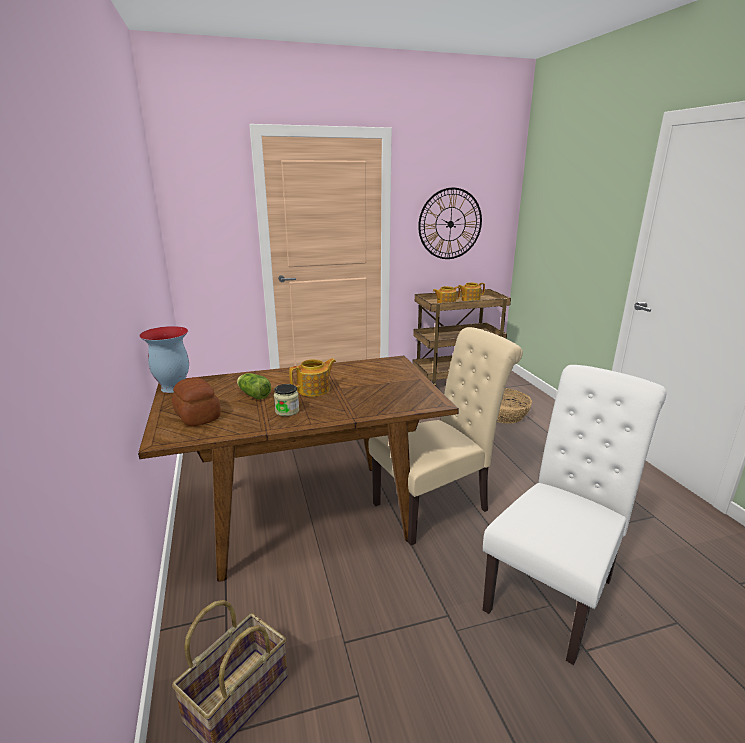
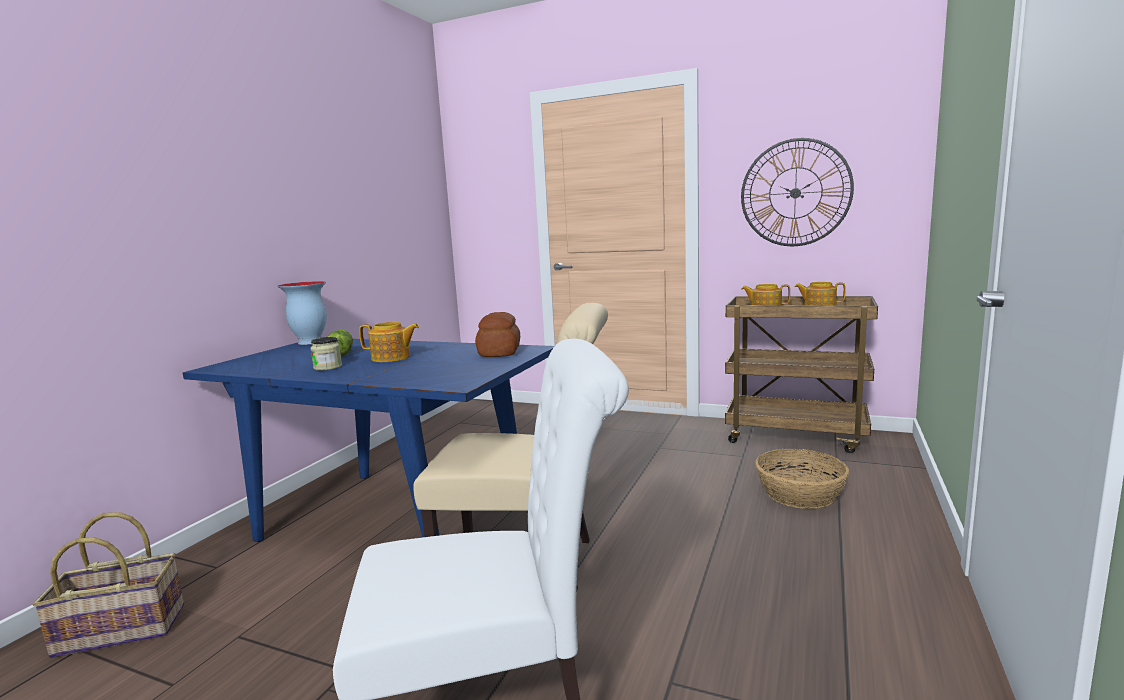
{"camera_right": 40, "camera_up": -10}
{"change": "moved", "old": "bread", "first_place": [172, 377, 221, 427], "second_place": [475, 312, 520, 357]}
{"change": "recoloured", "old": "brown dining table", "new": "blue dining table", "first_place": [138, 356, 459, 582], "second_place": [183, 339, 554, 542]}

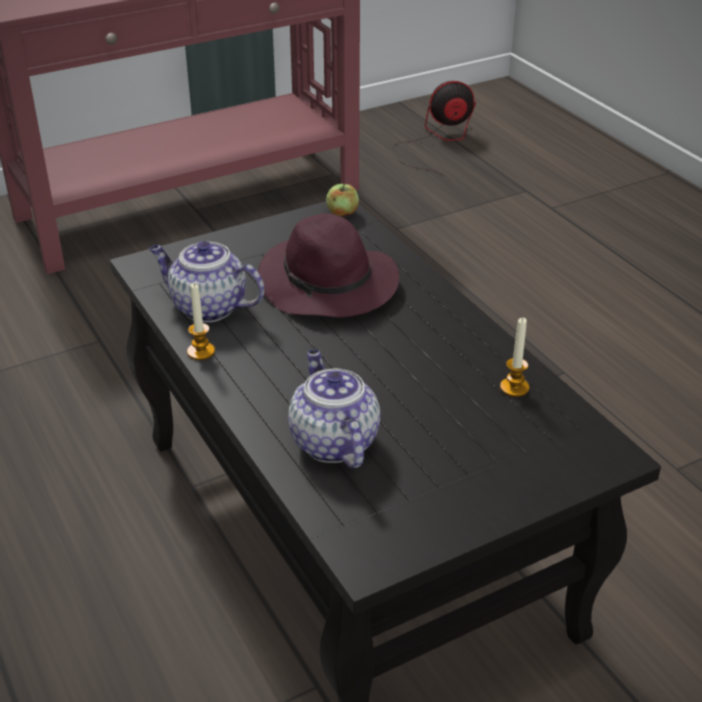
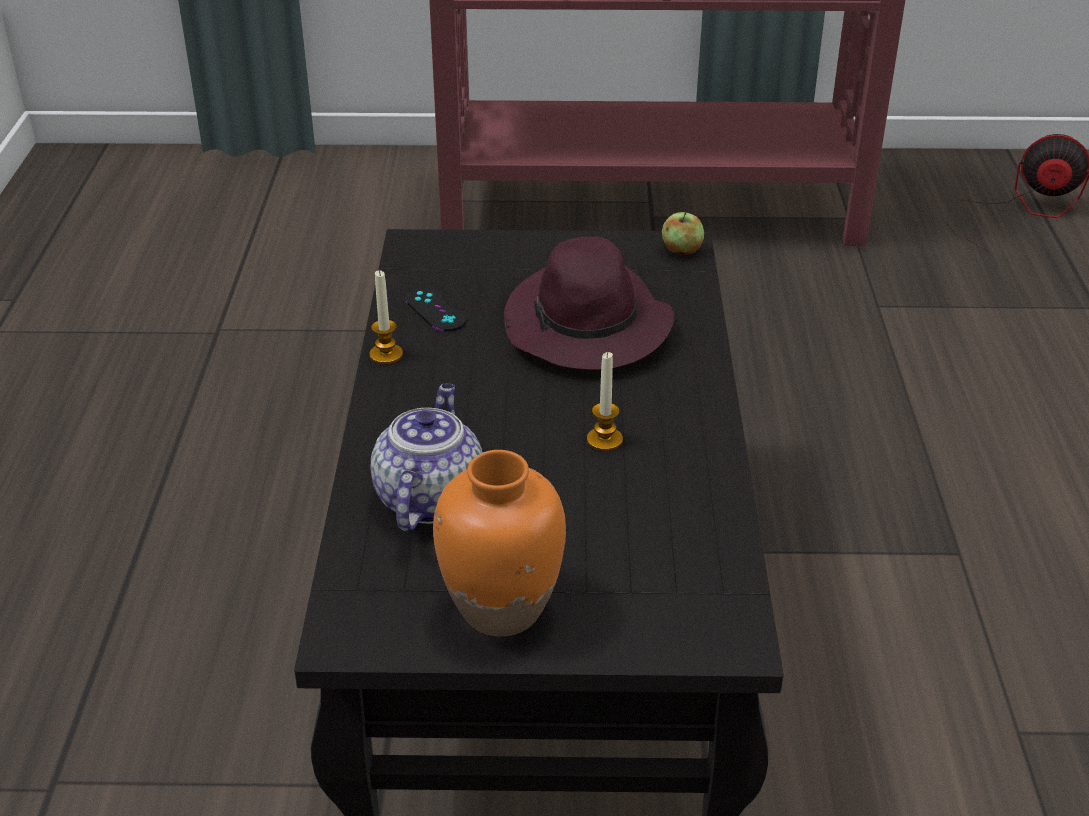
{"camera_right": 30, "camera_up": 0}
{"change": "added", "new": "orange vase", "second_place": [433, 450, 566, 636]}
{"change": "moved", "old": "candle", "first_place": [500, 318, 529, 397], "second_place": [587, 352, 623, 451]}
{"change": "replaced", "old": "teapot", "new": "black game controller", "first_place": [149, 241, 264, 322], "second_place": [406, 287, 467, 332]}

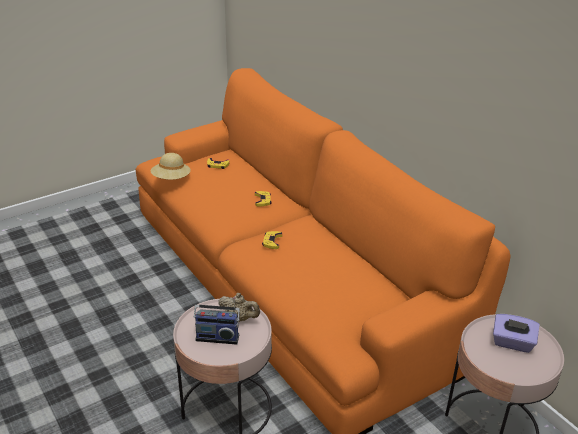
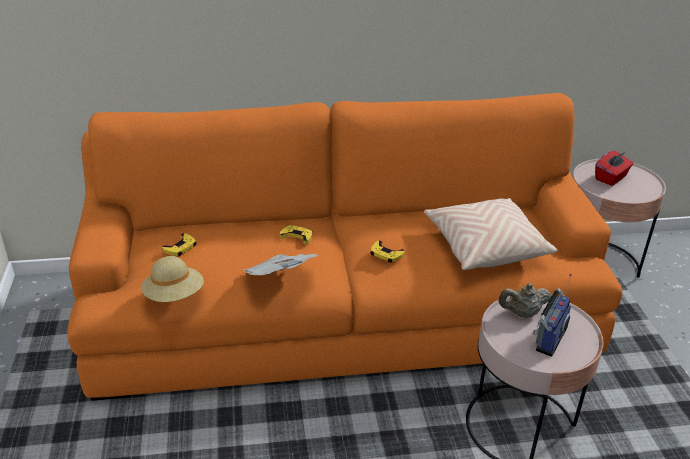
{"camera_right": -65, "camera_up": 0}
{"change": "added", "new": "newspaper", "second_place": [244, 254, 318, 275]}
{"change": "added", "new": "beige pillow", "second_place": [424, 198, 557, 270]}
{"change": "recoloured", "old": "purple tissue box", "new": "red tissue box", "first_place": [493, 314, 540, 353], "second_place": [595, 151, 633, 186]}
{"change": "turned", "old": "beige teapot", "first_place": [218, 293, 260, 322], "second_place": [499, 283, 552, 318], "degrees": -150}

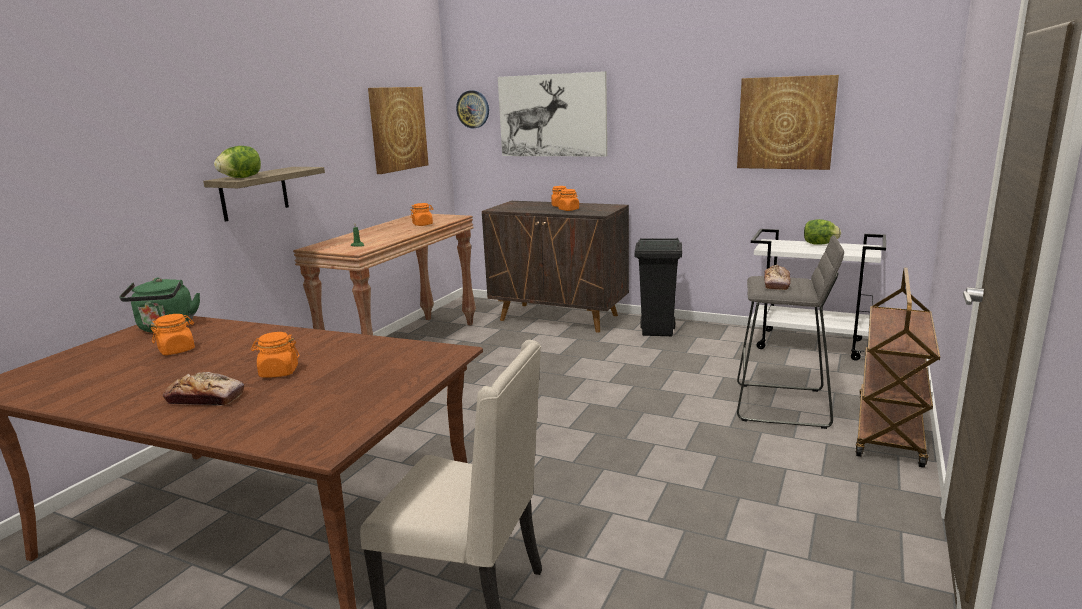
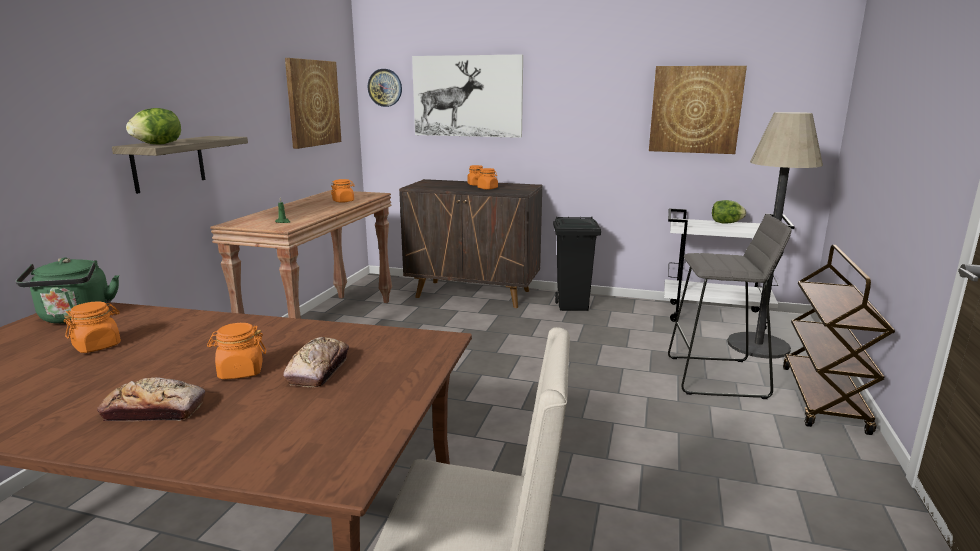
{"camera_right": -10, "camera_up": 0}
{"change": "added", "new": "floor lamp", "second_place": [728, 112, 823, 359]}
{"change": "moved", "old": "bread", "first_place": [764, 265, 791, 290], "second_place": [283, 337, 349, 388]}

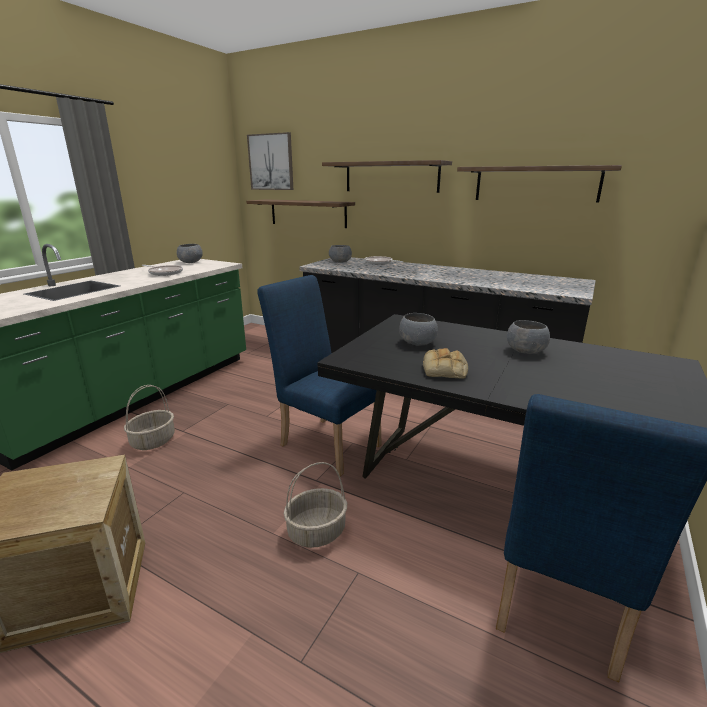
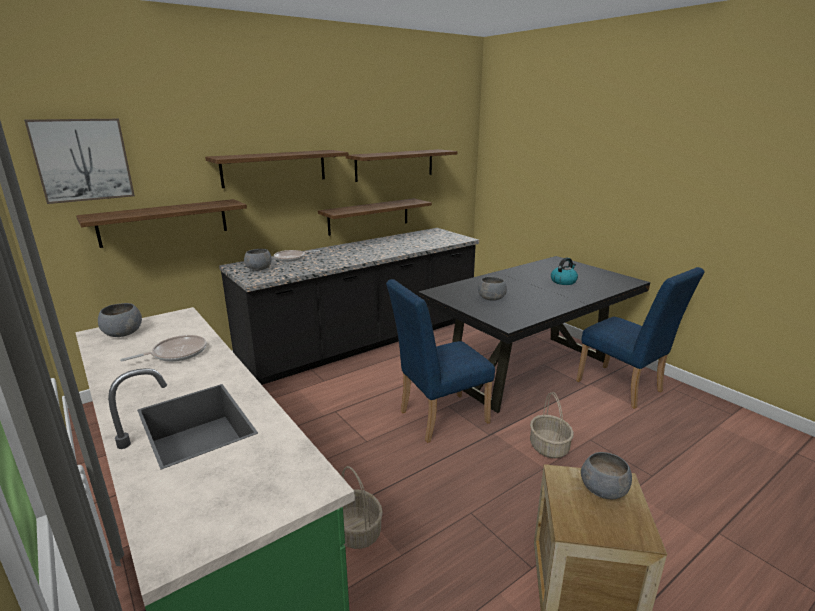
{"camera_right": -65, "camera_up": 0}
{"change": "removed", "old": "bread", "first_place": [423, 348, 468, 378]}
{"change": "added", "new": "shelf", "second_place": [318, 198, 432, 236]}
{"change": "added", "new": "kettle", "second_place": [551, 257, 578, 285]}
{"change": "moved", "old": "grey bowl", "first_place": [507, 320, 550, 354], "second_place": [581, 452, 632, 499]}

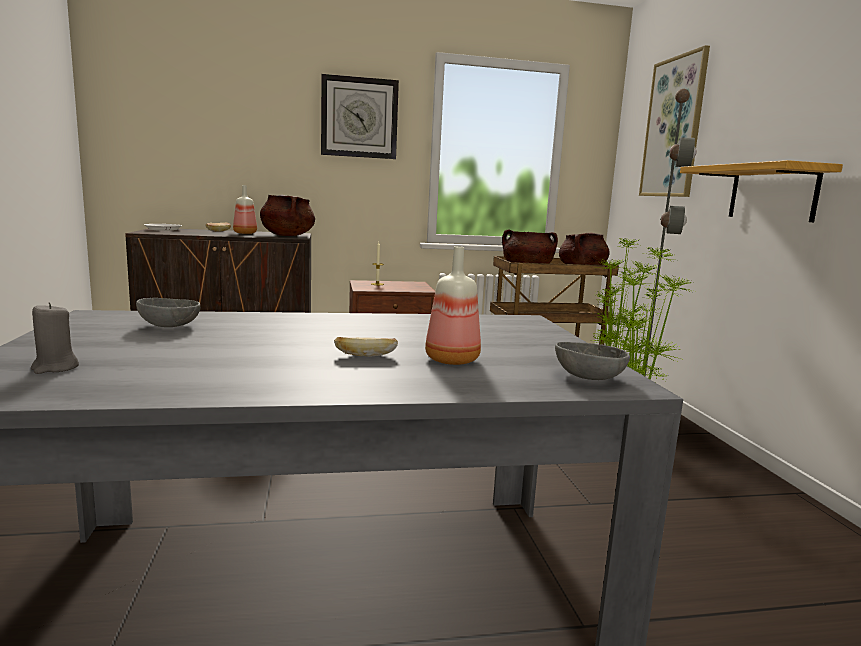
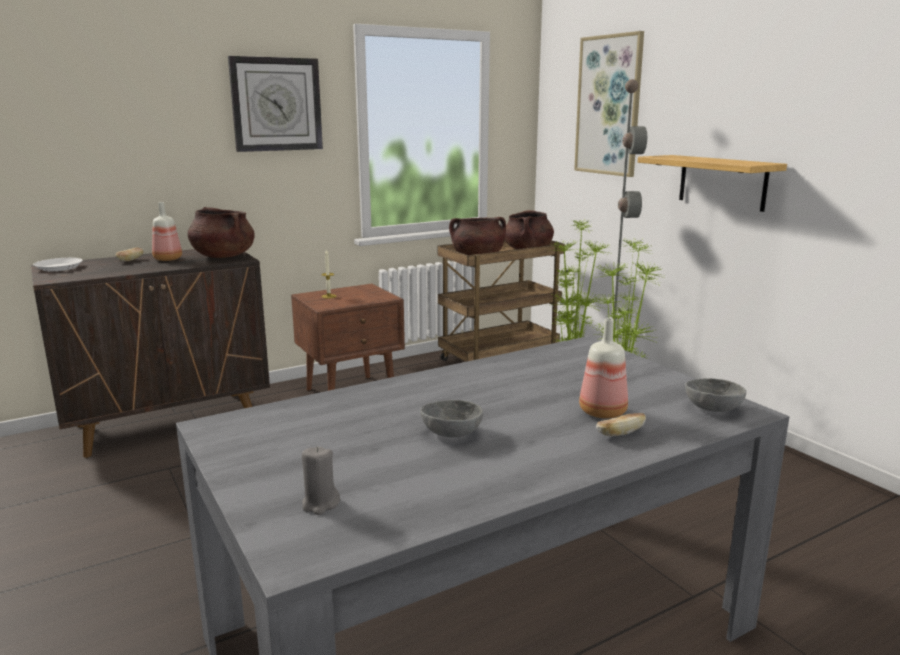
{"camera_right": -20, "camera_up": 5}
{"change": "moved", "old": "grey bowl", "first_place": [136, 298, 200, 327], "second_place": [420, 400, 483, 437]}
{"change": "moved", "old": "bread", "first_place": [334, 337, 398, 357], "second_place": [596, 413, 646, 436]}

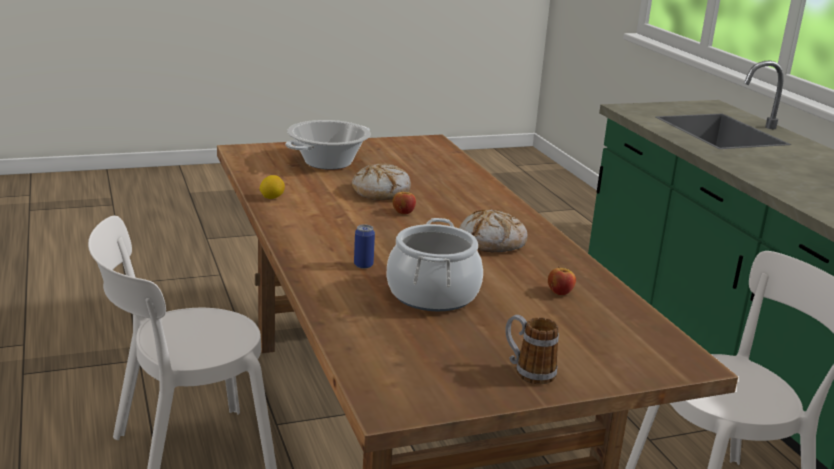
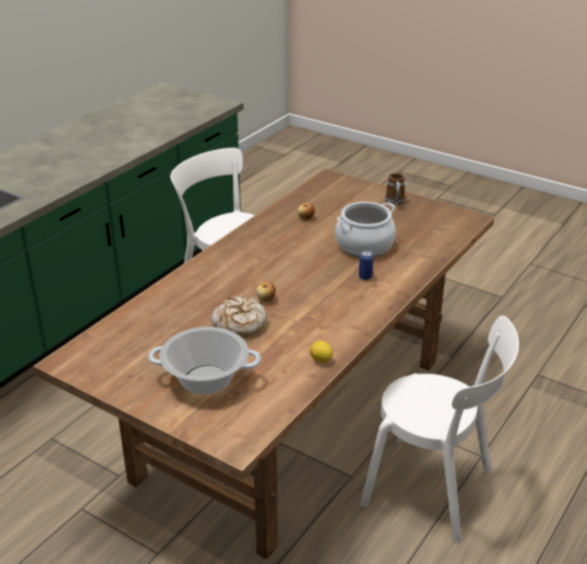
{"camera_right": -125, "camera_up": 10}
{"change": "removed", "old": "bread", "first_place": [459, 209, 528, 252]}

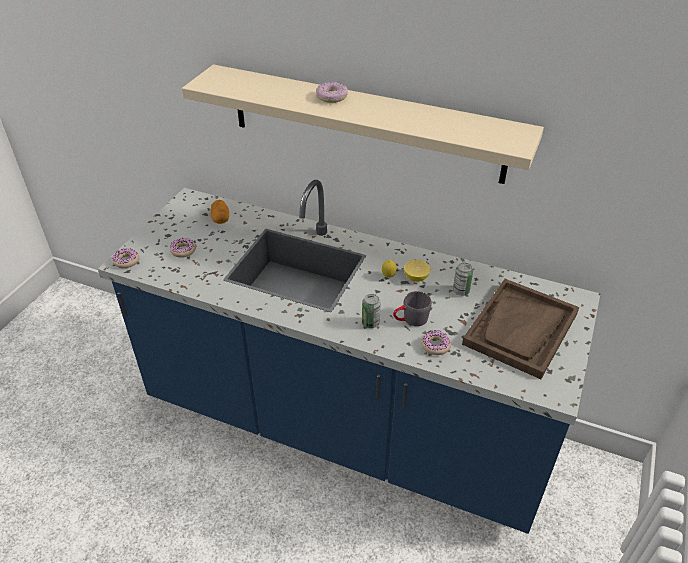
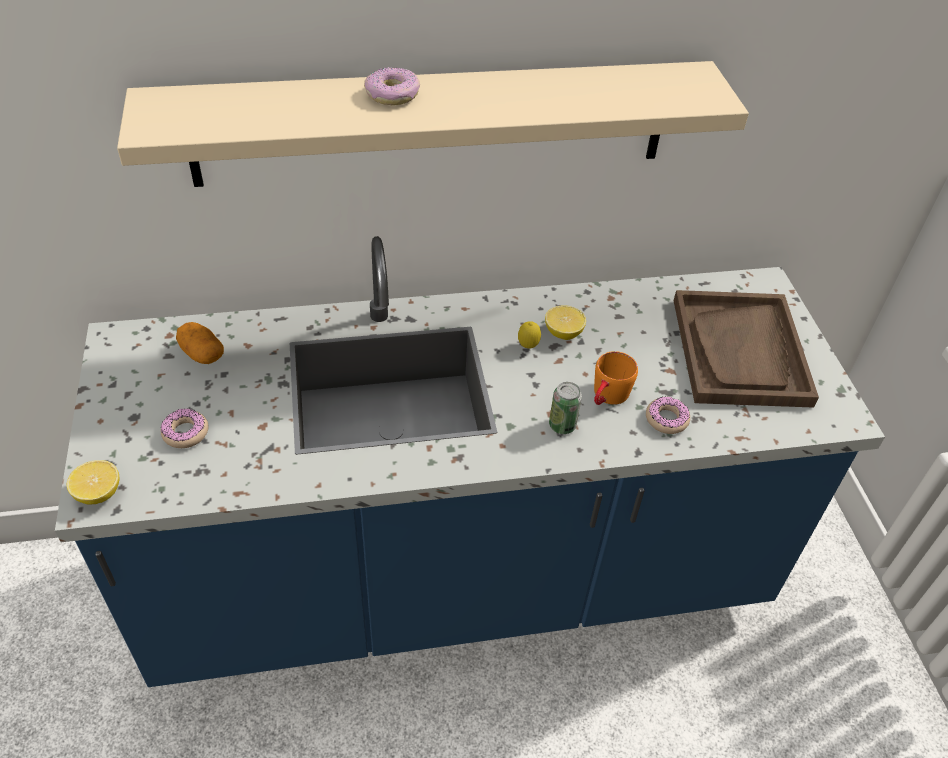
{"camera_right": -35, "camera_up": 5}
{"change": "removed", "old": "can", "first_place": [453, 263, 473, 296]}
{"change": "replaced", "old": "donut", "new": "lemon", "first_place": [112, 248, 139, 268], "second_place": [67, 460, 119, 505]}
{"change": "recoloured", "old": "grey mug", "new": "orange mug", "first_place": [393, 291, 432, 326], "second_place": [594, 351, 638, 405]}

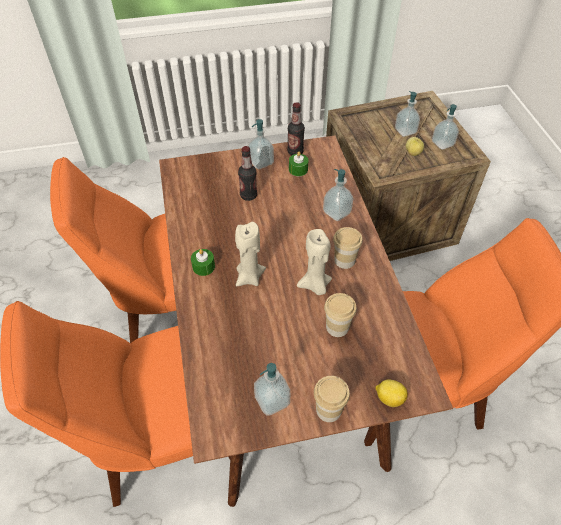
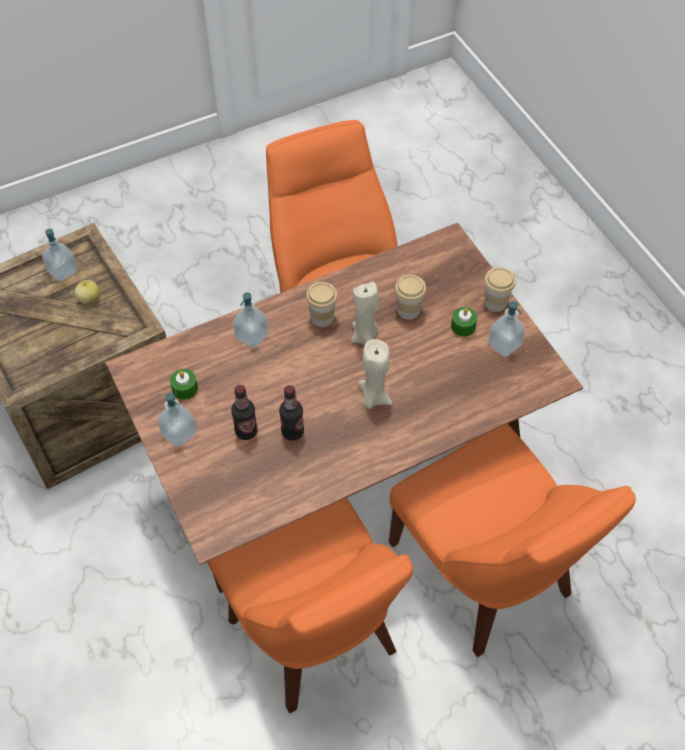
{"camera_right": -105, "camera_up": 5}
{"change": "removed", "old": "lemon", "first_place": [375, 380, 408, 407]}
{"change": "removed", "old": "soap dispenser", "first_place": [395, 91, 420, 137]}
{"change": "moved", "old": "green candle", "first_place": [191, 249, 215, 276], "second_place": [451, 307, 477, 337]}
{"change": "moved", "old": "bottle", "first_place": [287, 102, 305, 155], "second_place": [279, 385, 304, 441]}

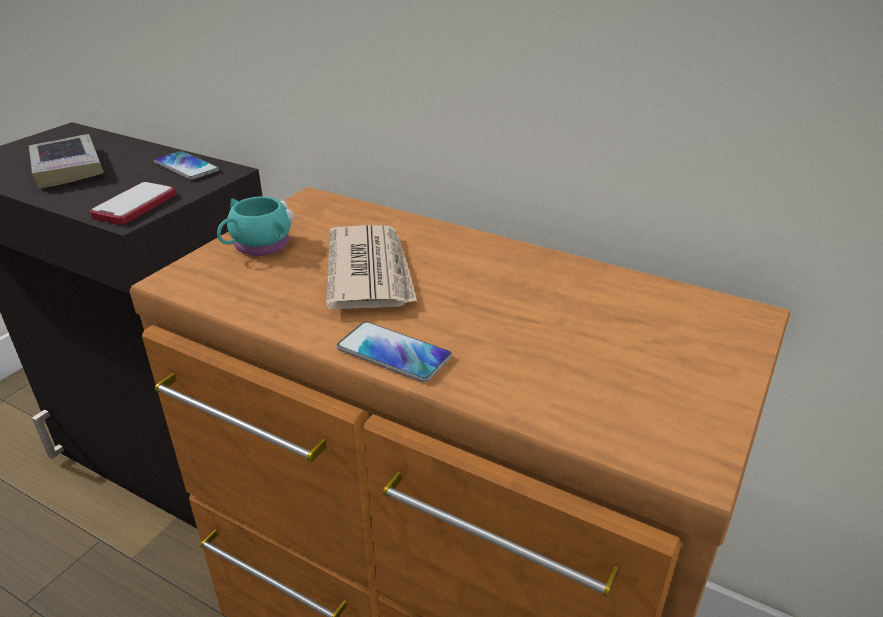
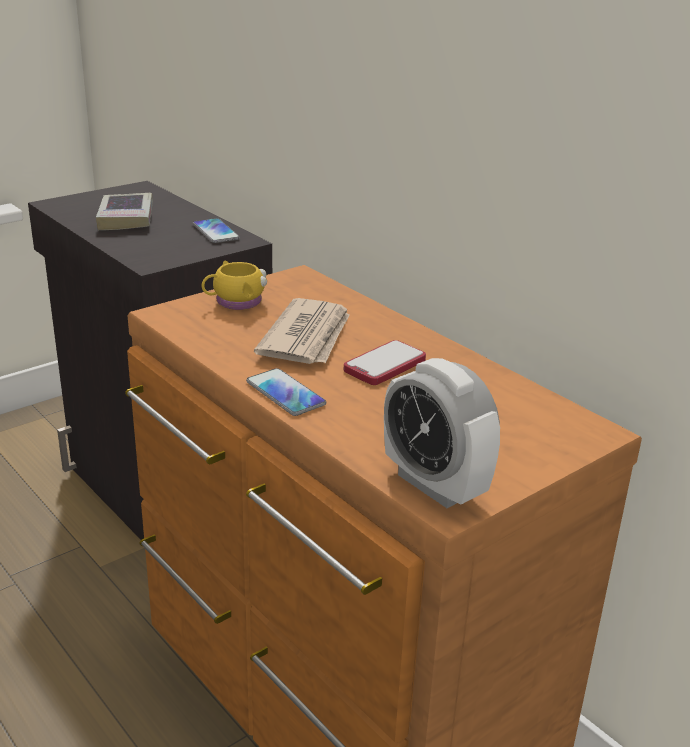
{"camera_right": 20, "camera_up": -5}
{"change": "added", "new": "alarm clock", "second_place": [384, 358, 500, 508]}
{"change": "moved", "old": "phone", "first_place": [89, 182, 176, 225], "second_place": [344, 340, 426, 385]}
{"change": "recoloured", "old": "turquoise mug", "new": "yellow mug", "first_place": [217, 196, 294, 256], "second_place": [202, 260, 267, 310]}

